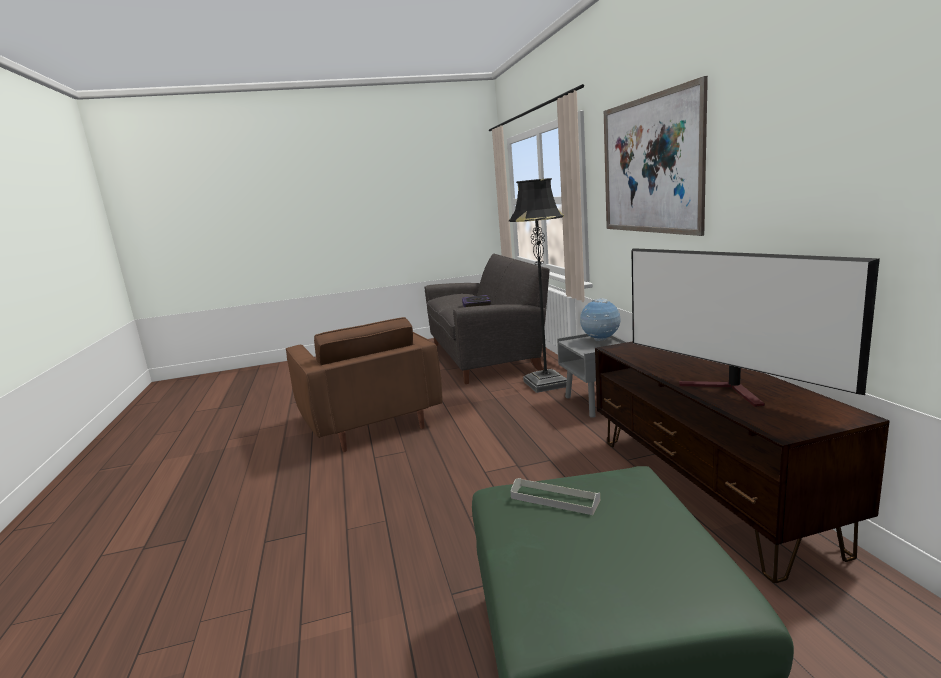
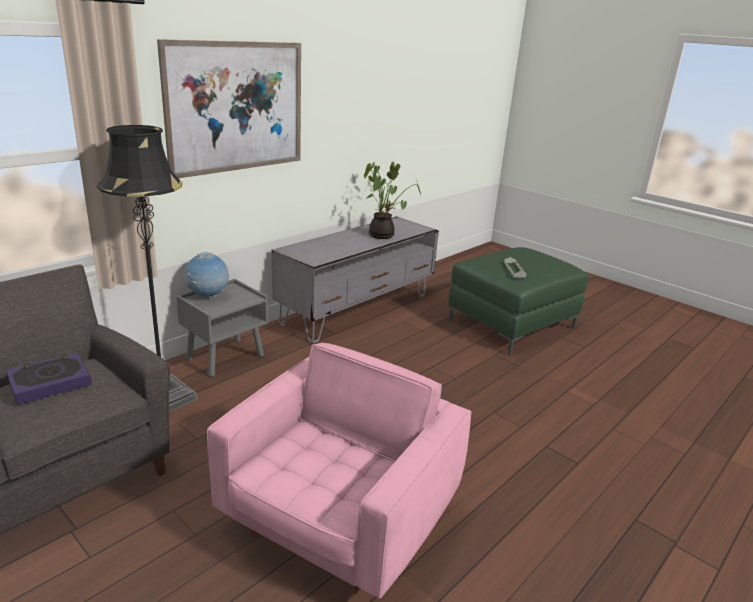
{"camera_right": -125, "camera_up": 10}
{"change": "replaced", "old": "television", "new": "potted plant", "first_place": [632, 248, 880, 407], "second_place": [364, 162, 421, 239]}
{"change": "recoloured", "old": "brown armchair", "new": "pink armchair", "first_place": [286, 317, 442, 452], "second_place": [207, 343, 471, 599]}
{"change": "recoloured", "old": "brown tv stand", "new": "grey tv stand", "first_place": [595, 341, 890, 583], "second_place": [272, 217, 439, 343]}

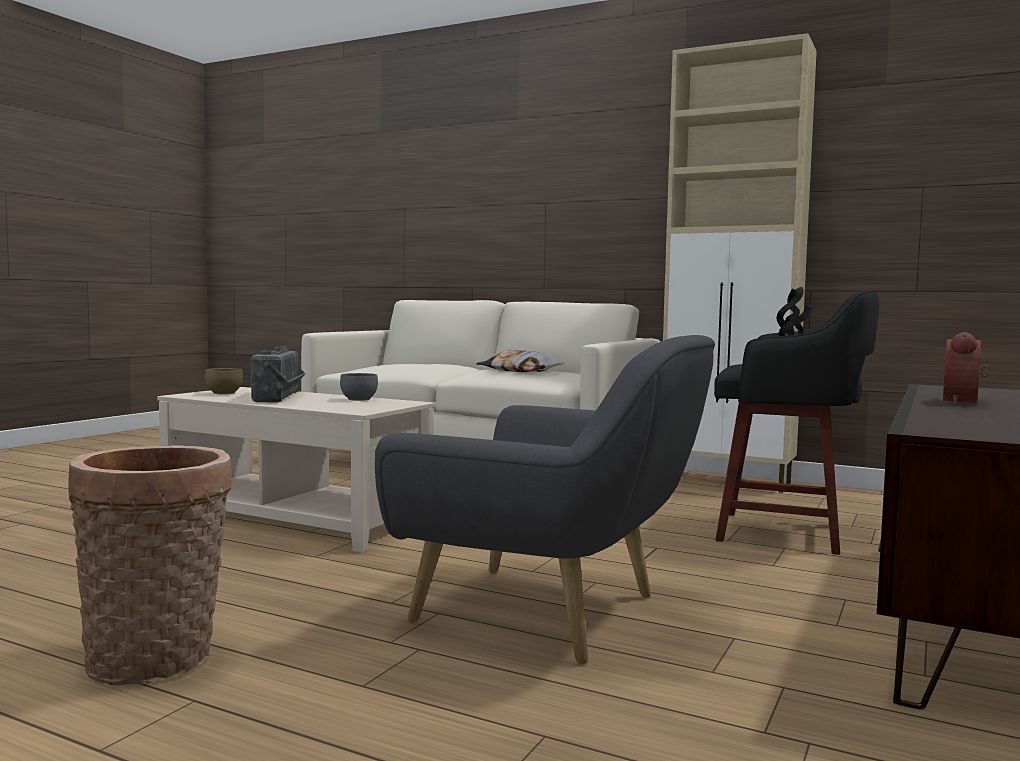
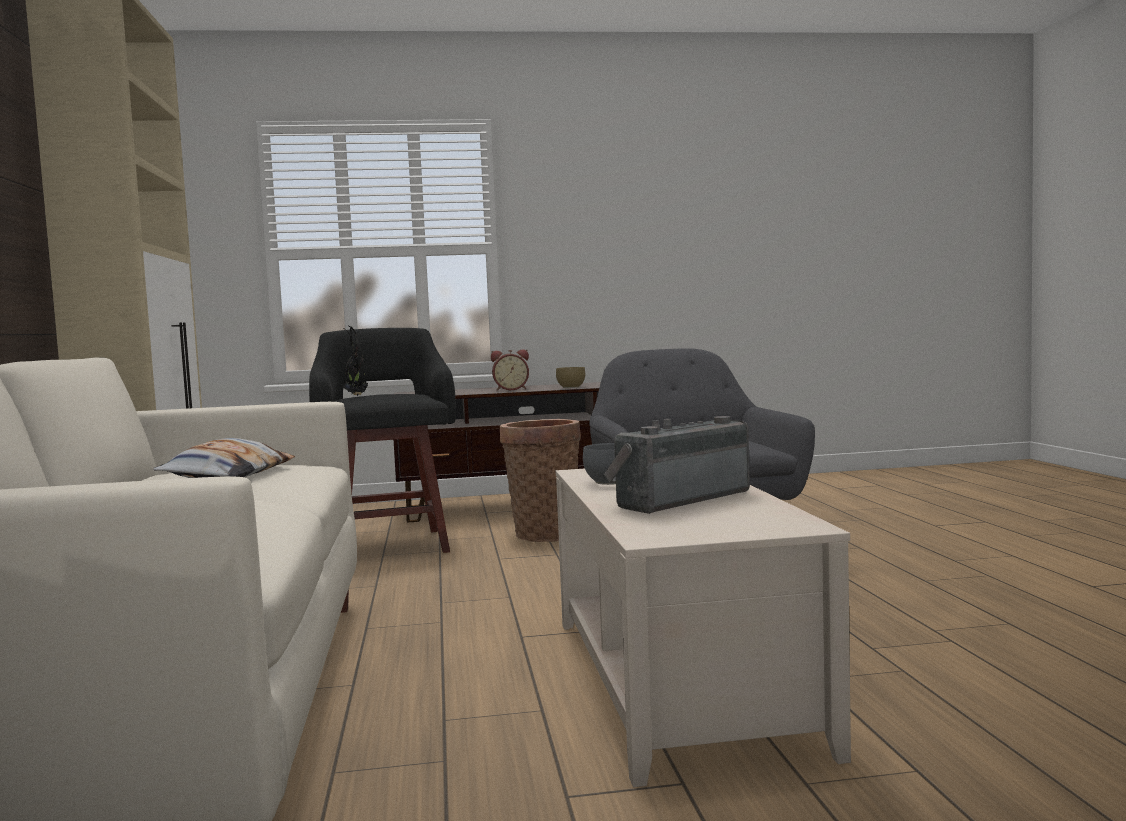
{"camera_right": -125, "camera_up": 0}
{"change": "moved", "old": "basket", "first_place": [68, 445, 232, 685], "second_place": [500, 419, 581, 542]}
{"change": "moved", "old": "brown bowl", "first_place": [205, 368, 243, 394], "second_place": [556, 367, 585, 388]}

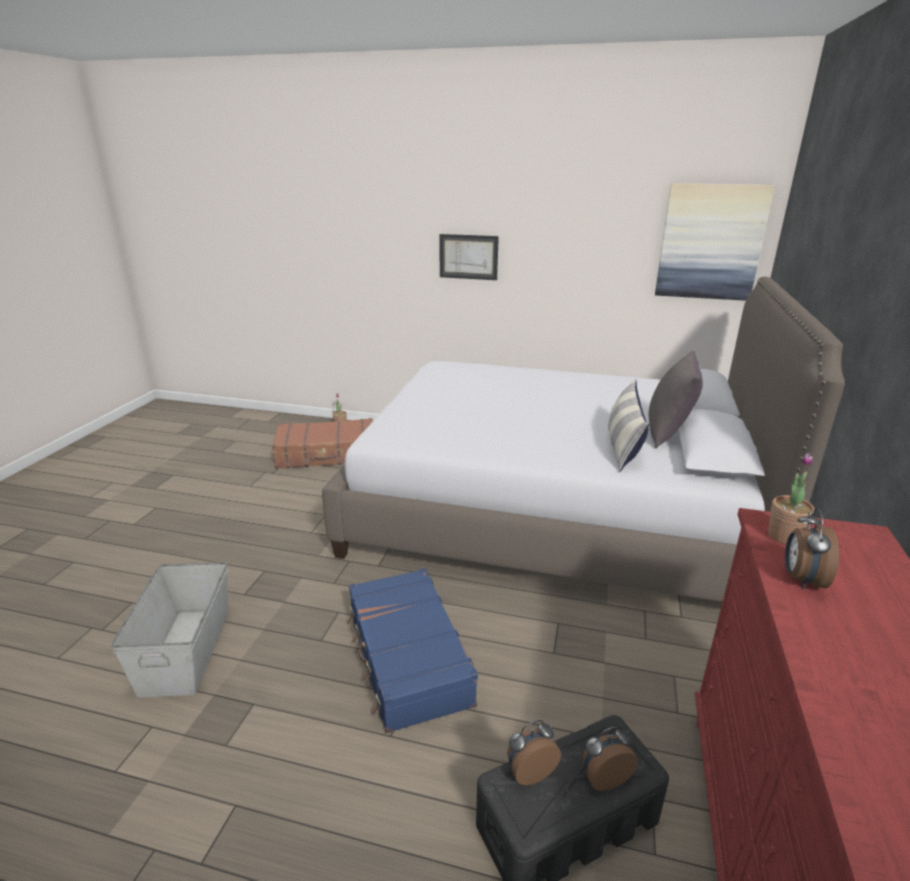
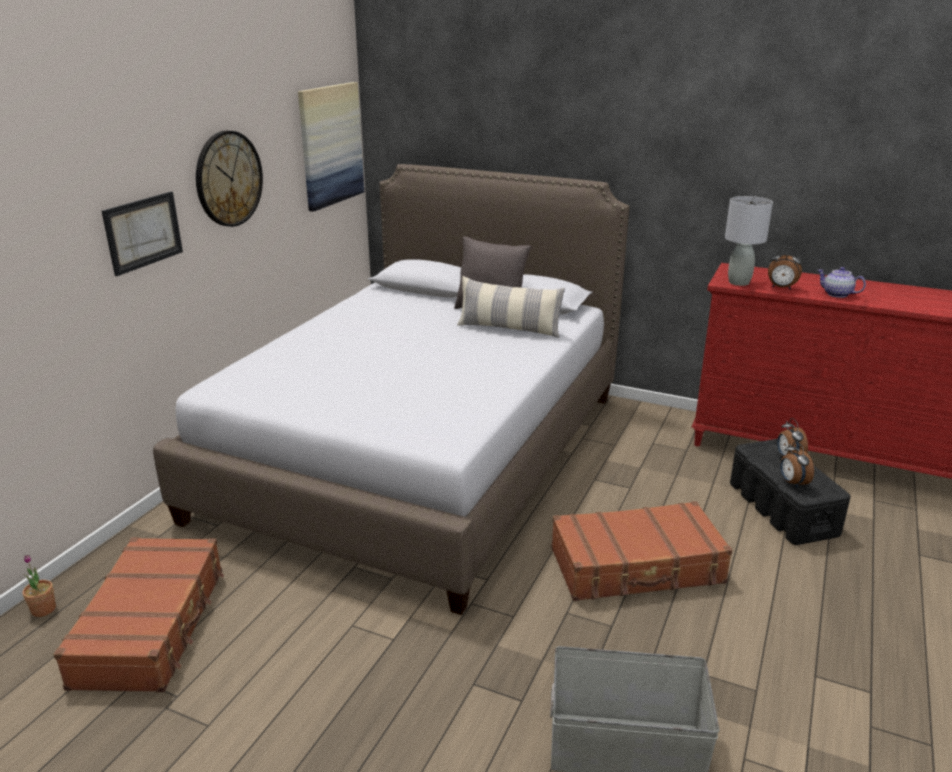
{"camera_right": -80, "camera_up": 0}
{"change": "added", "new": "wall clock", "second_place": [196, 131, 263, 227]}
{"change": "added", "new": "teapot", "second_place": [817, 267, 866, 298]}
{"change": "replaced", "old": "potted plant", "new": "grey table lamp", "first_place": [768, 453, 815, 544], "second_place": [725, 196, 773, 286]}
{"change": "recoloured", "old": "blue suitcase", "new": "brown suitcase", "first_place": [347, 568, 478, 733], "second_place": [551, 501, 732, 601]}

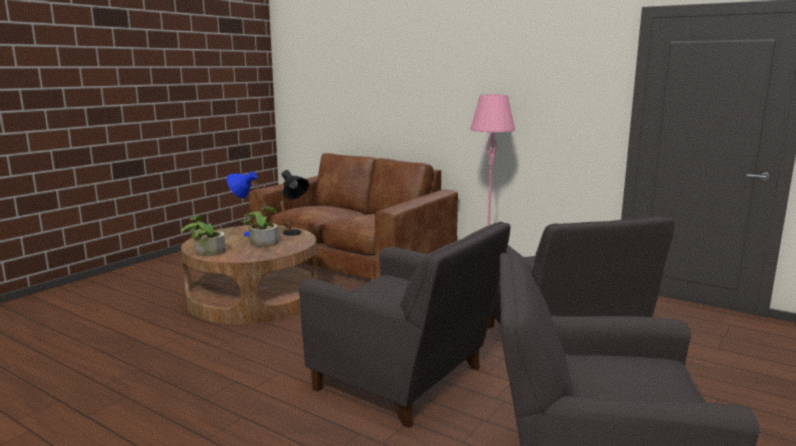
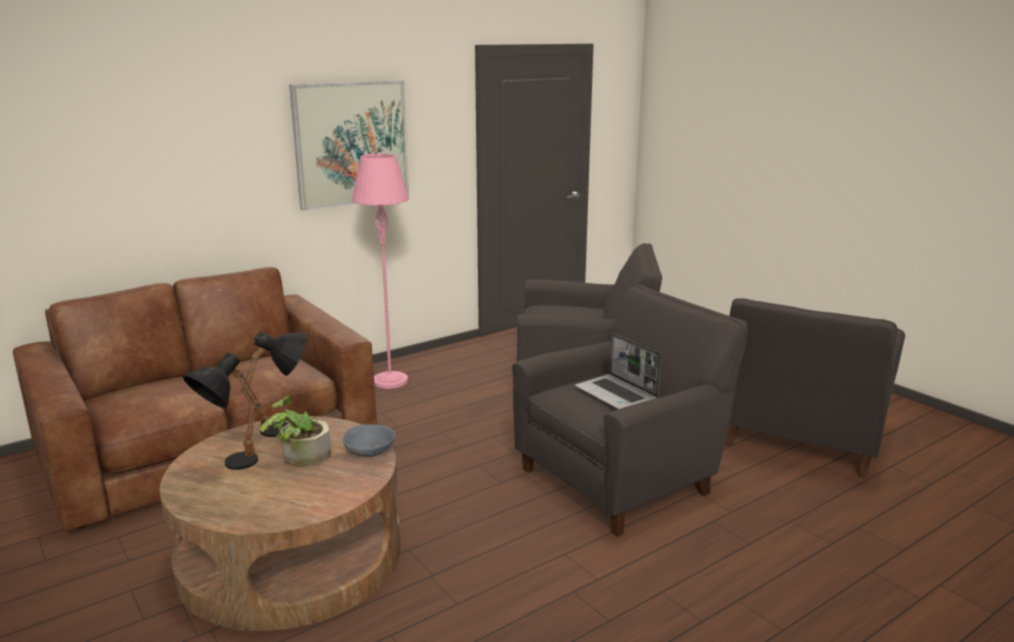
{"camera_right": -70, "camera_up": 5}
{"change": "removed", "old": "potted plant", "first_place": [180, 215, 226, 257]}
{"change": "added", "new": "picture", "second_place": [289, 80, 409, 211]}
{"change": "added", "new": "grey bowl", "second_place": [343, 424, 396, 457]}
{"change": "added", "new": "laptop", "second_place": [575, 333, 661, 409]}
{"change": "recoloured", "old": "blue table lamp", "new": "black table lamp", "first_place": [226, 171, 268, 237], "second_place": [183, 353, 261, 470]}

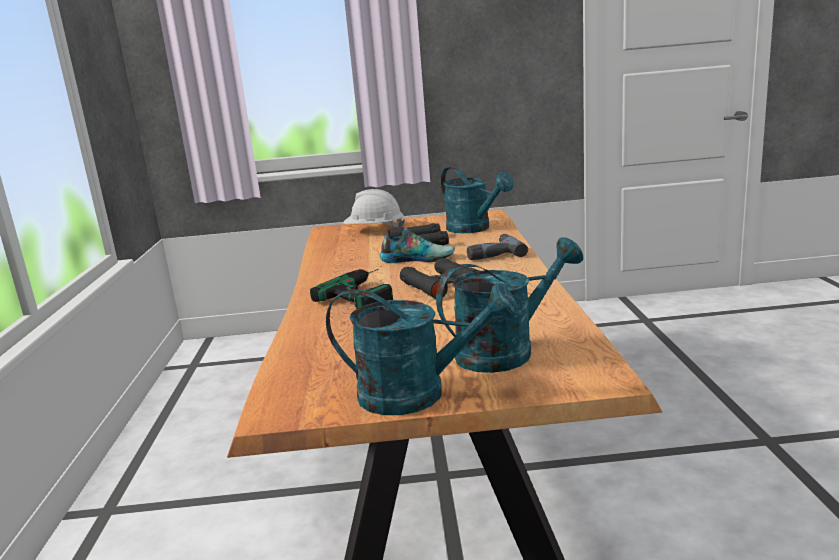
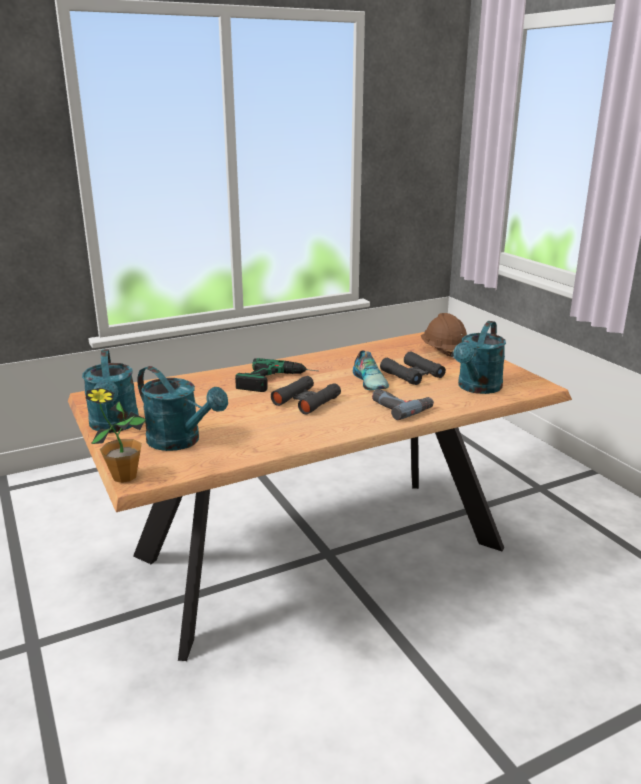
{"camera_right": 65, "camera_up": 5}
{"change": "added", "new": "potted plant", "second_place": [85, 388, 146, 483]}
{"change": "recoloured", "old": "white hard hat", "new": "brown hard hat", "first_place": [343, 189, 405, 228], "second_place": [421, 313, 467, 359]}

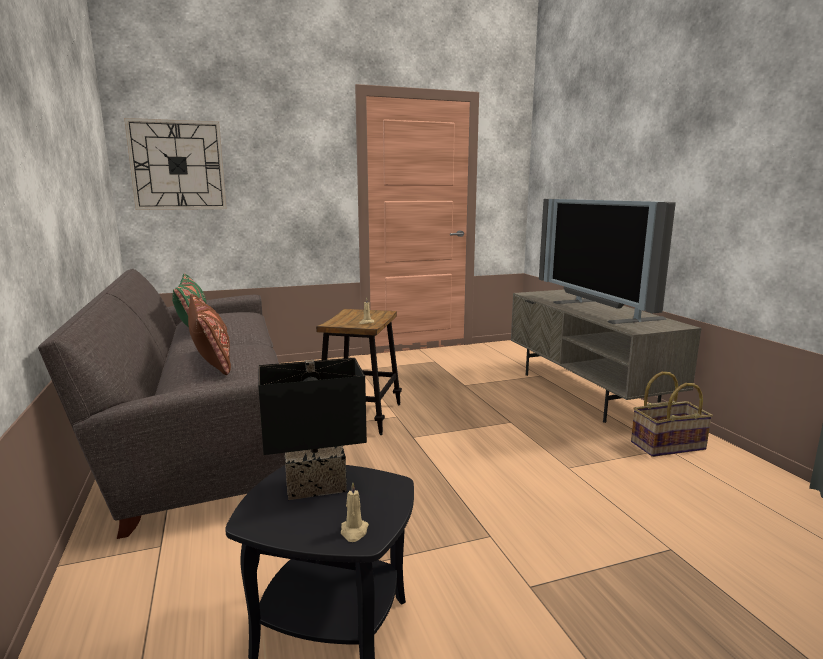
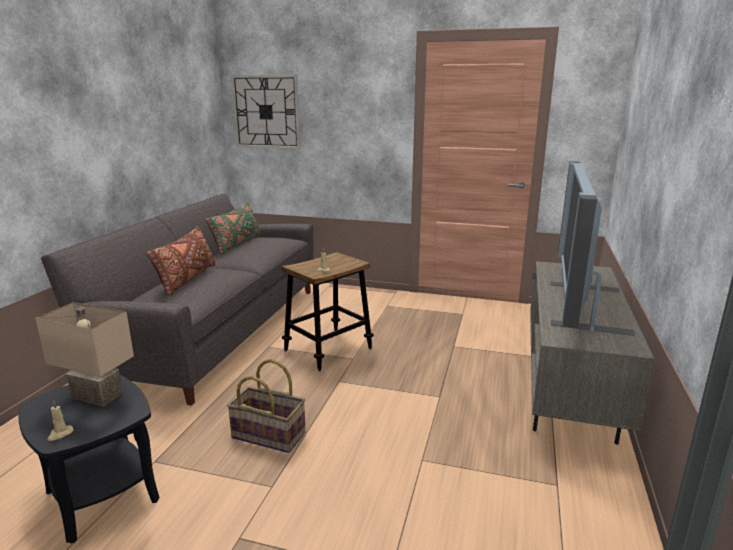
{"camera_right": 35, "camera_up": 5}
{"change": "moved", "old": "basket", "first_place": [631, 372, 713, 457], "second_place": [227, 359, 306, 453]}
{"change": "recoloured", "old": "black table lamp", "new": "beige table lamp", "first_place": [258, 358, 367, 500], "second_place": [35, 302, 134, 407]}

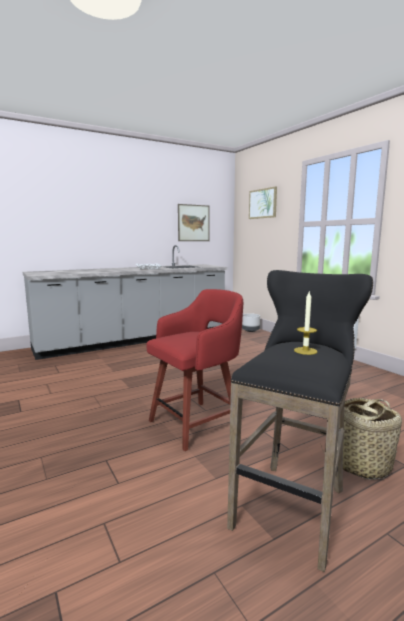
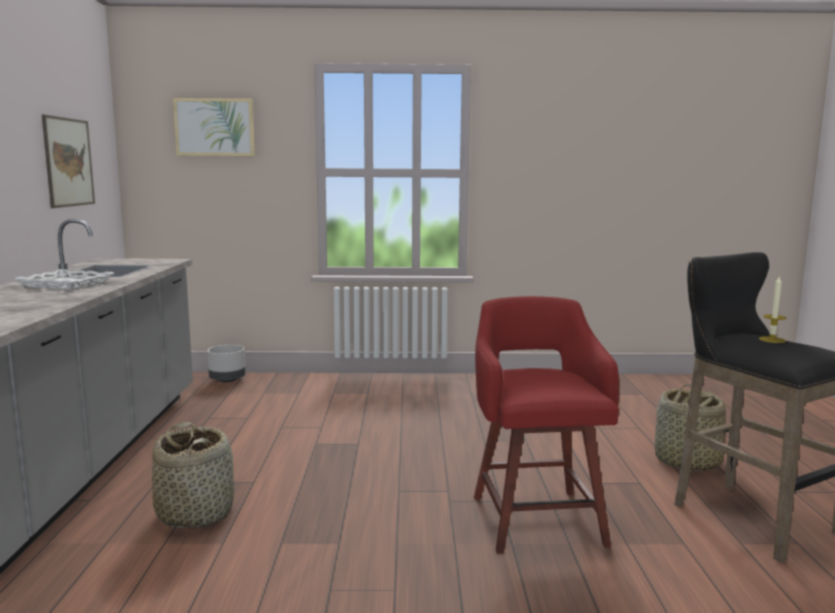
{"camera_right": -60, "camera_up": 0}
{"change": "added", "new": "basket", "second_place": [152, 422, 234, 529]}

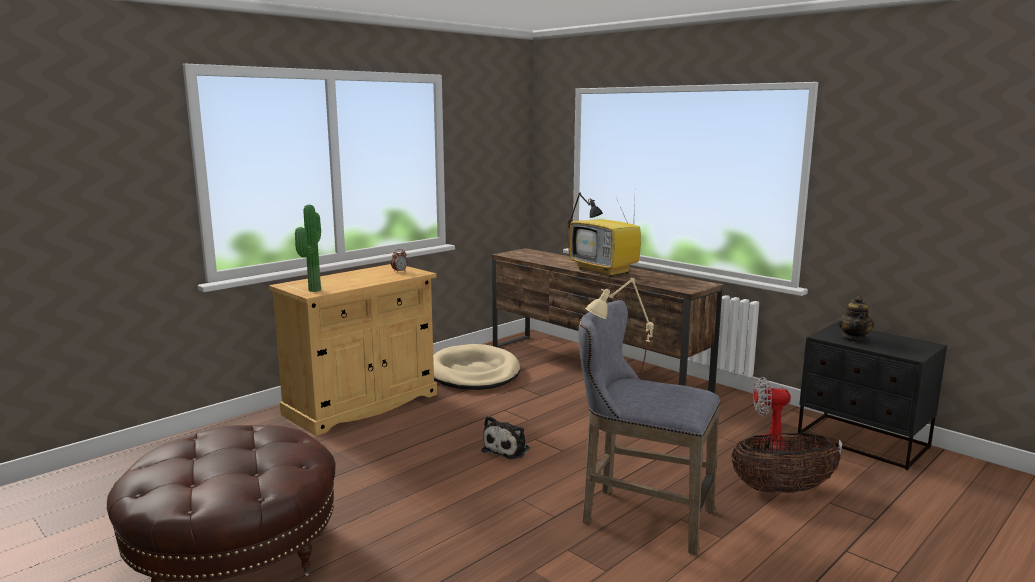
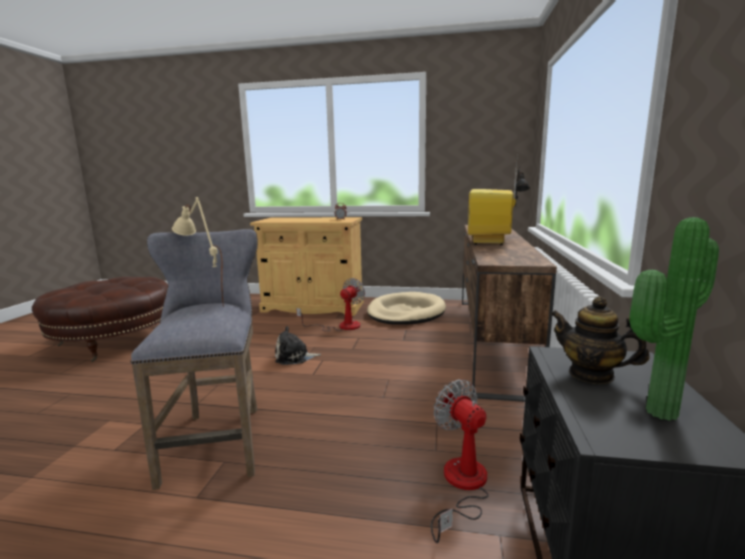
{"camera_right": 55, "camera_up": 0}
{"change": "removed", "old": "basket", "first_place": [731, 433, 840, 493]}
{"change": "added", "new": "fan", "second_place": [296, 278, 365, 331]}
{"change": "moved", "old": "potted plant", "first_place": [295, 205, 321, 292], "second_place": [629, 217, 719, 421]}
{"change": "turned", "old": "teapot", "first_place": [838, 296, 874, 342], "second_place": [550, 296, 650, 384], "degrees": 60}

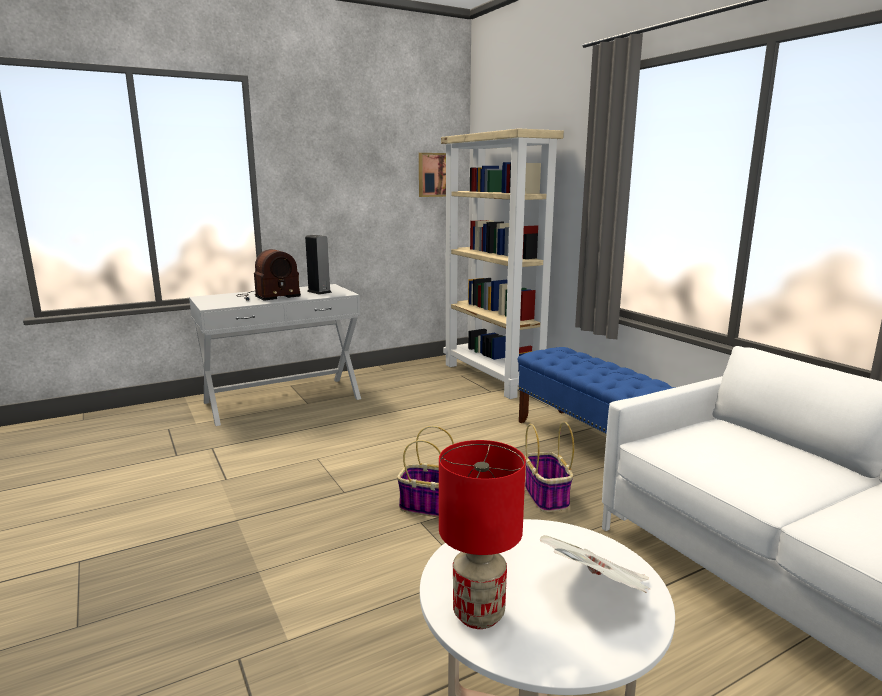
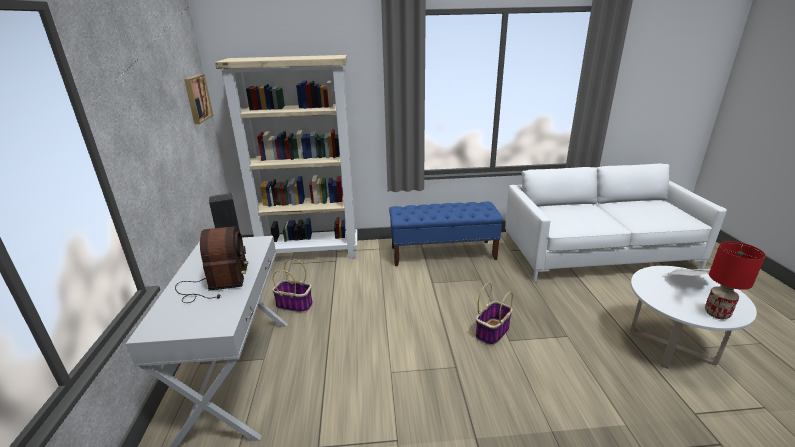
{"camera_right": -65, "camera_up": 10}
{"change": "moved", "old": "basket", "first_place": [525, 422, 574, 512], "second_place": [272, 259, 313, 312]}

